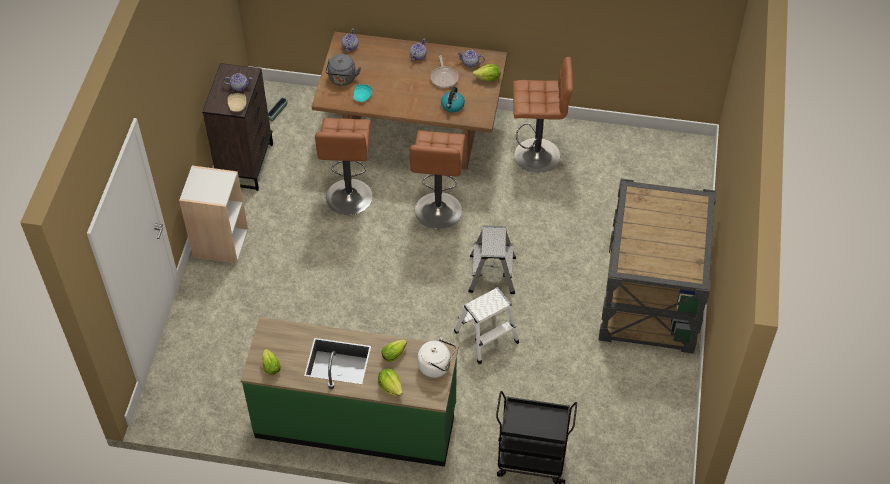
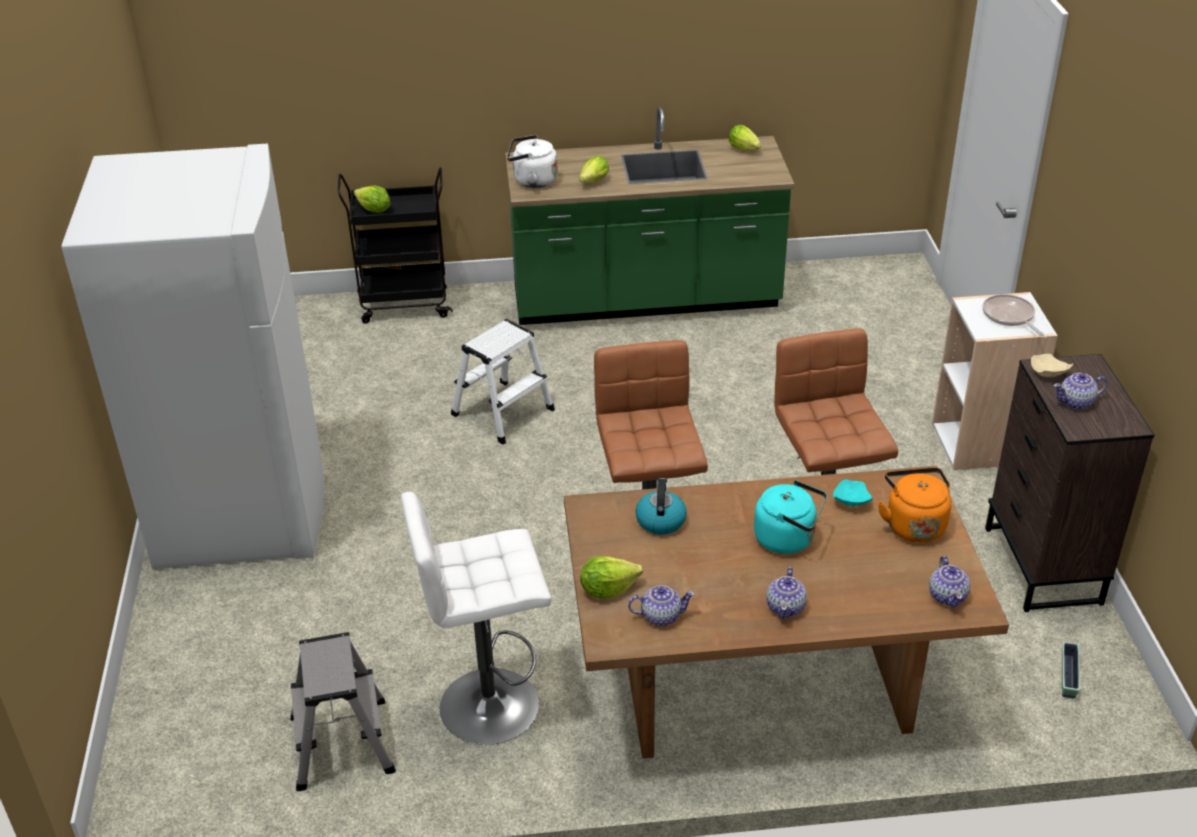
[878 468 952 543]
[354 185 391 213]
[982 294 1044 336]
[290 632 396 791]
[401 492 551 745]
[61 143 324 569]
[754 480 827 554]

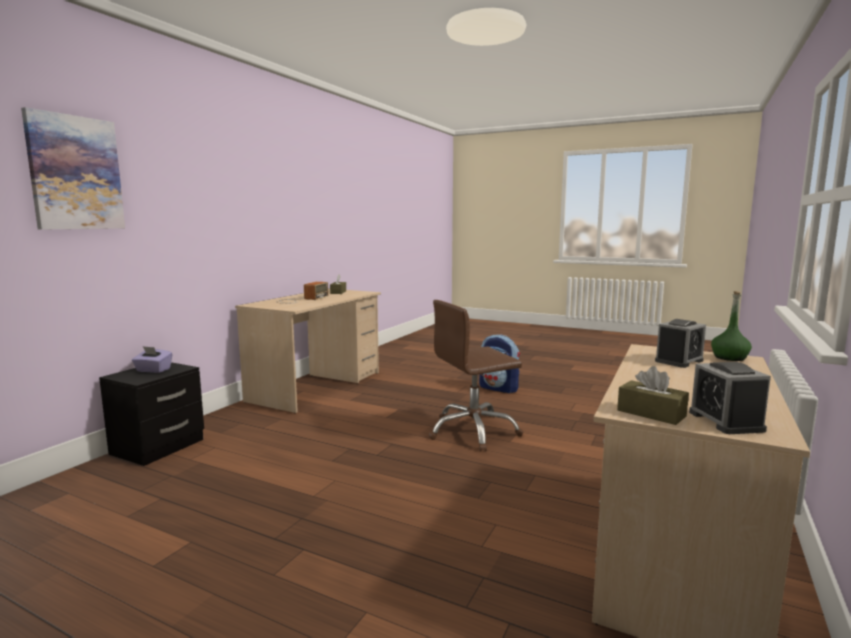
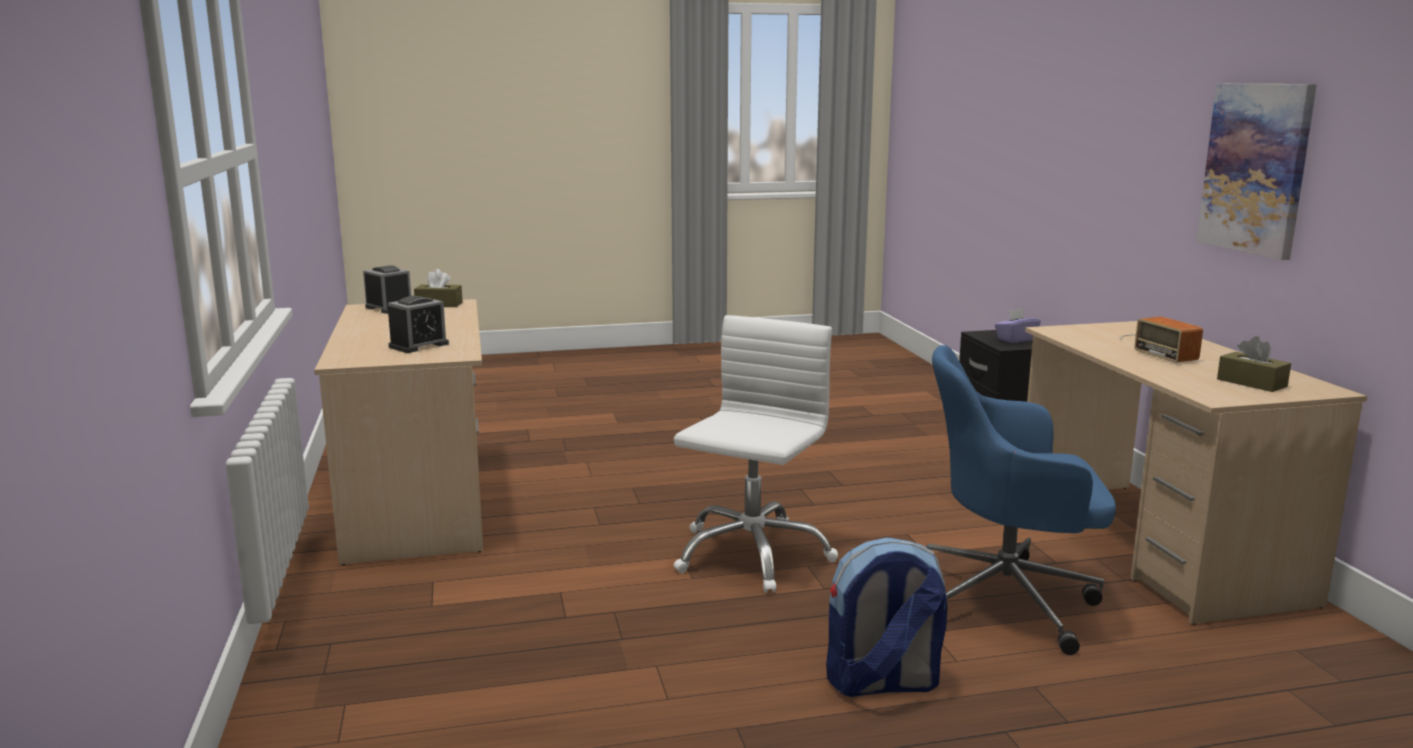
[1196 84 1317 260]
[674 315 838 593]
[388 296 449 353]
[711 291 752 361] (first image)
[926 345 1116 655]

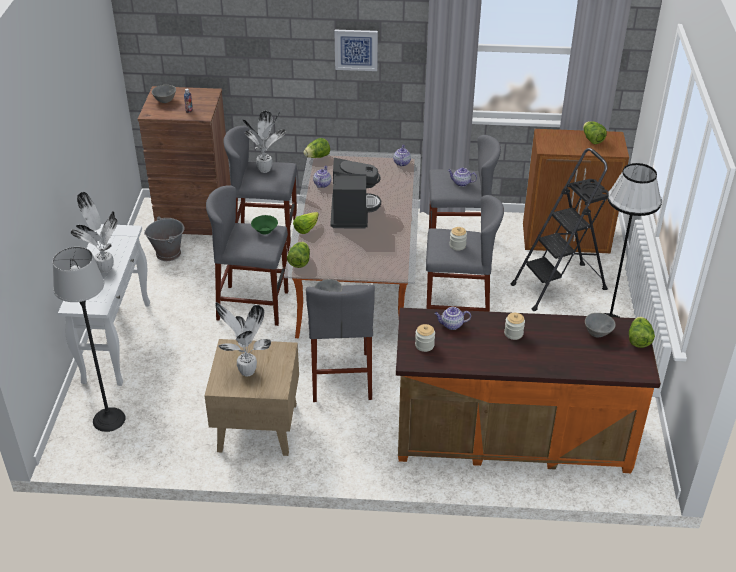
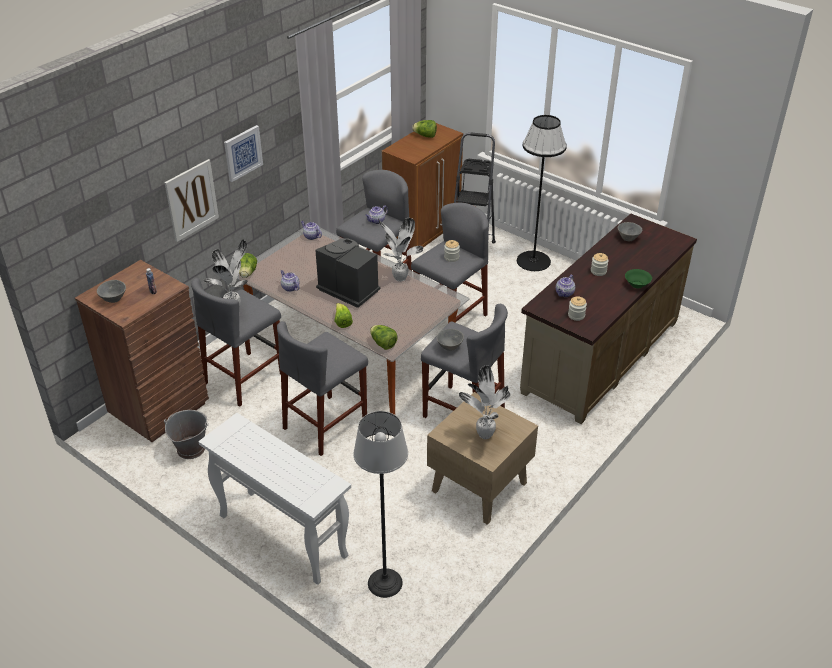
[378 218 423 282]
[625 269 652 288]
[520 214 697 424]
[629 317 655 348] (first image)
[164 159 219 242]

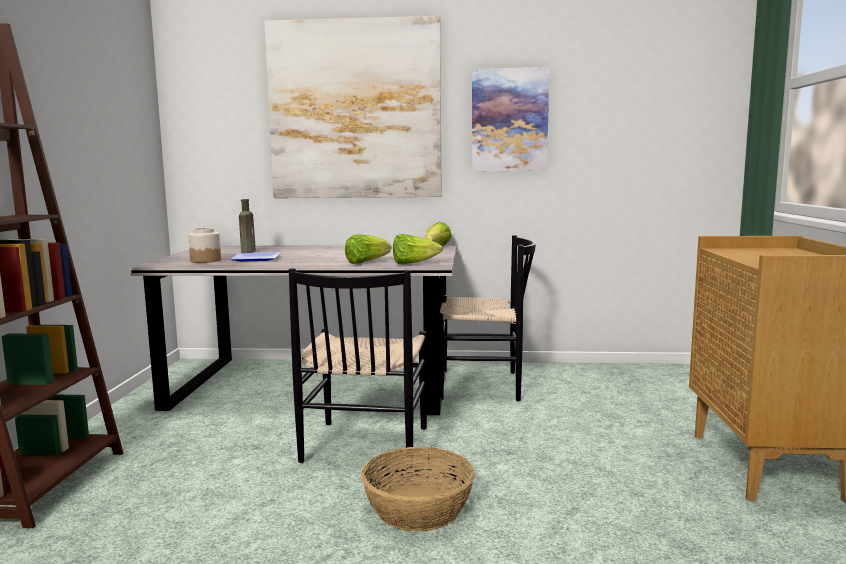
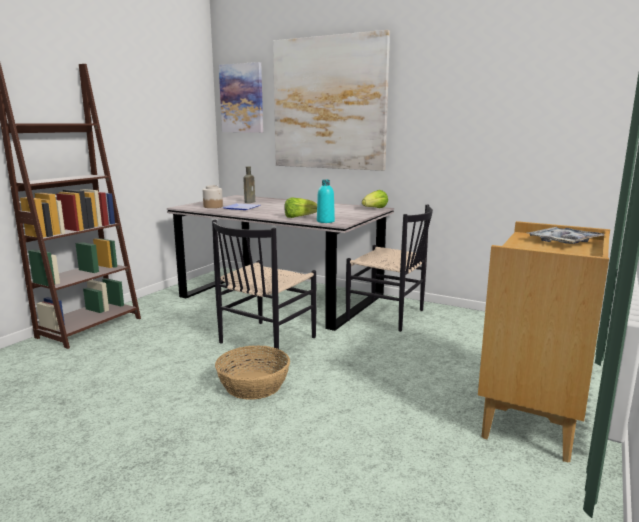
[317 180 335 223]
[219 62 263 133]
[528 227 604 244]

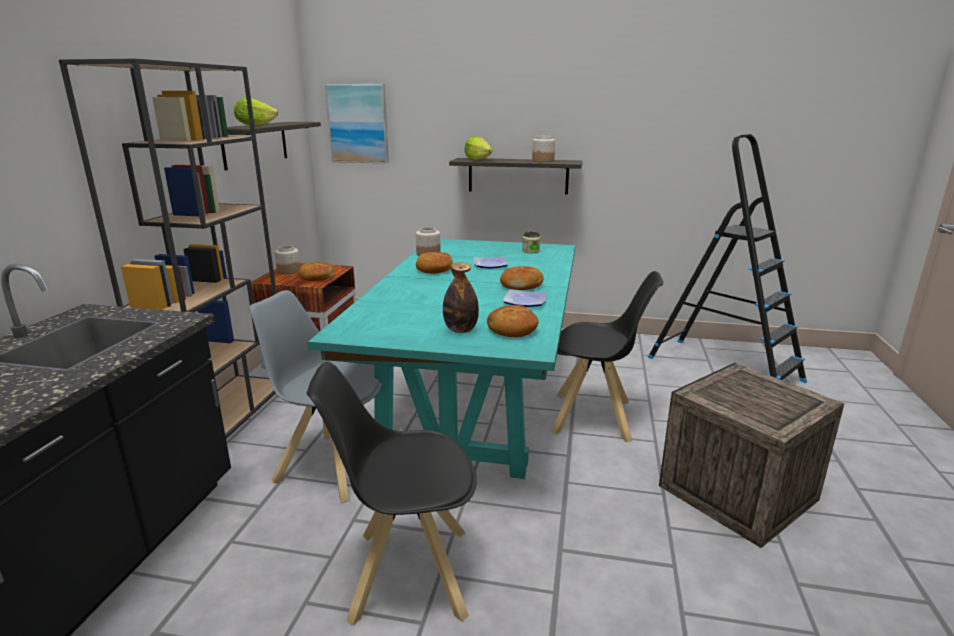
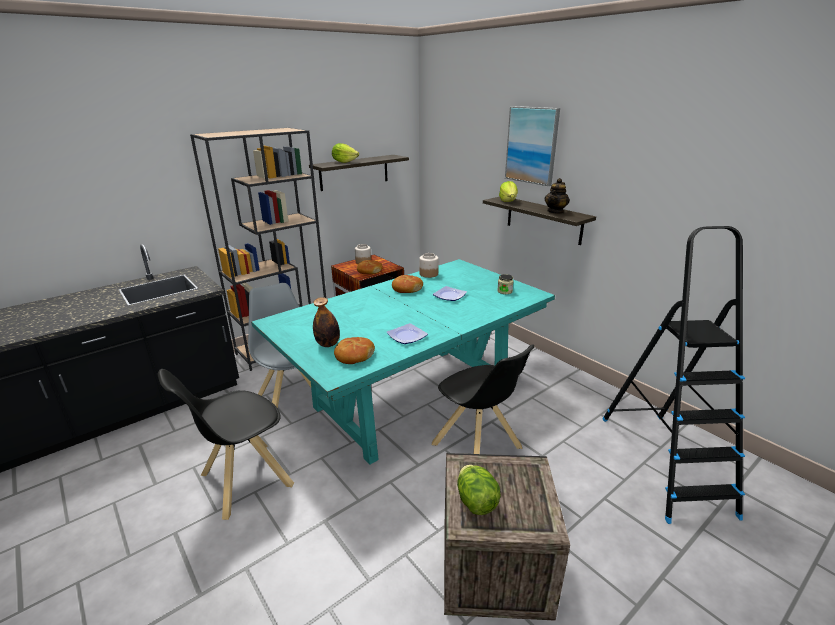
[158 369 294 520]
[505 106 560 186]
[500 266 544 290] (first image)
[545 178 570 214]
[457 465 501 515]

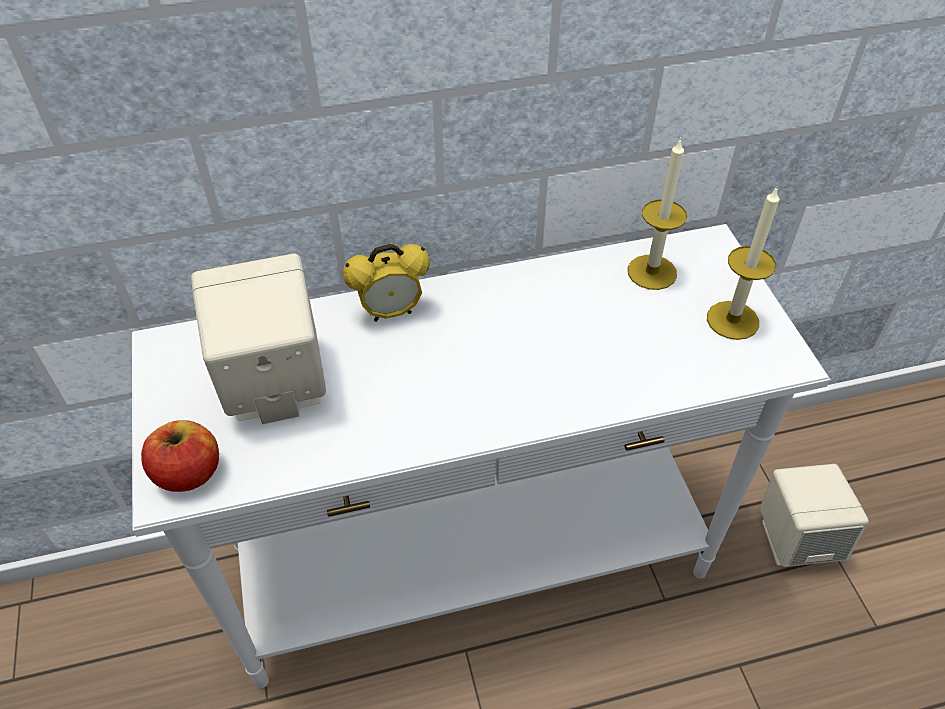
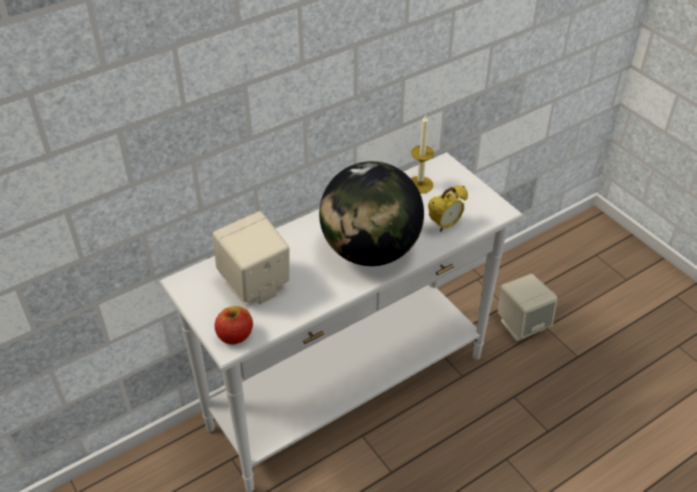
[428 186 468 232]
[707 186 779 340] (first image)
[319 161 424 266]

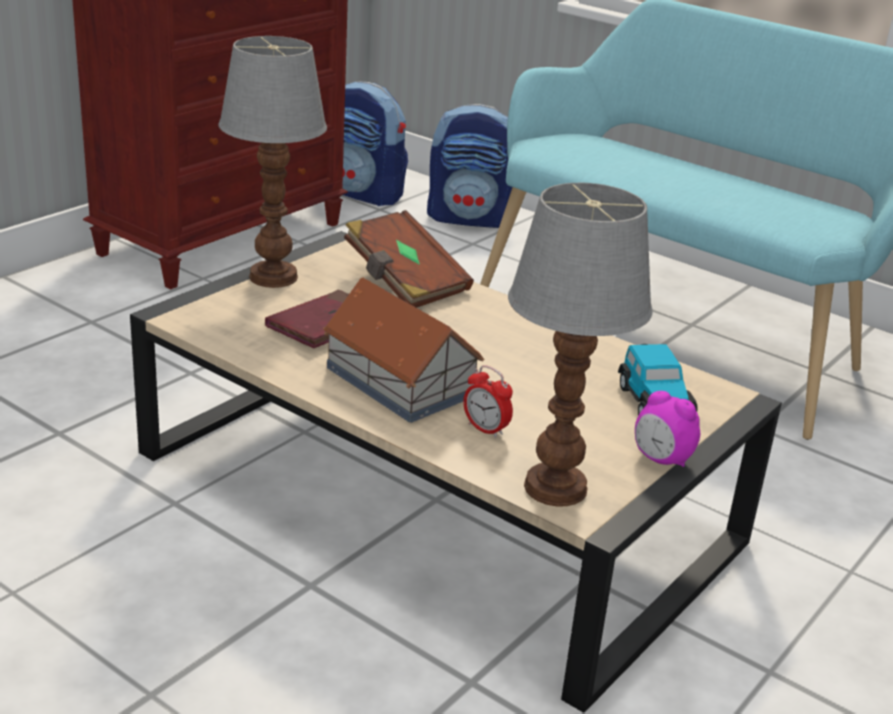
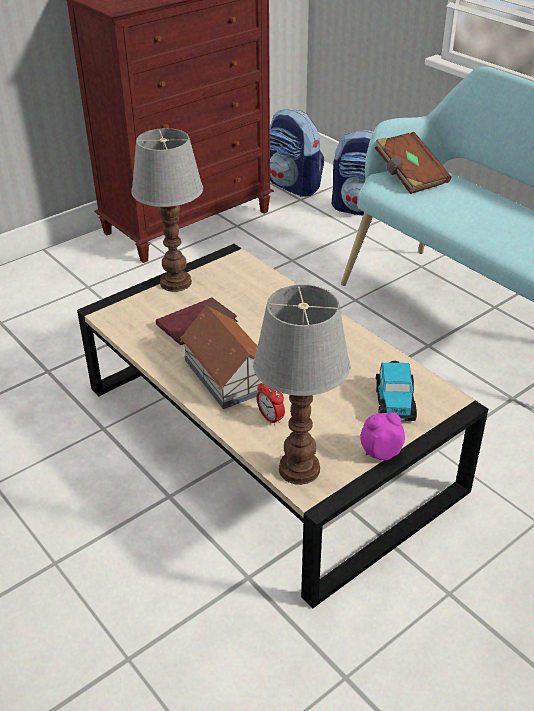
[375 132 451 194]
[360 413 405 461]

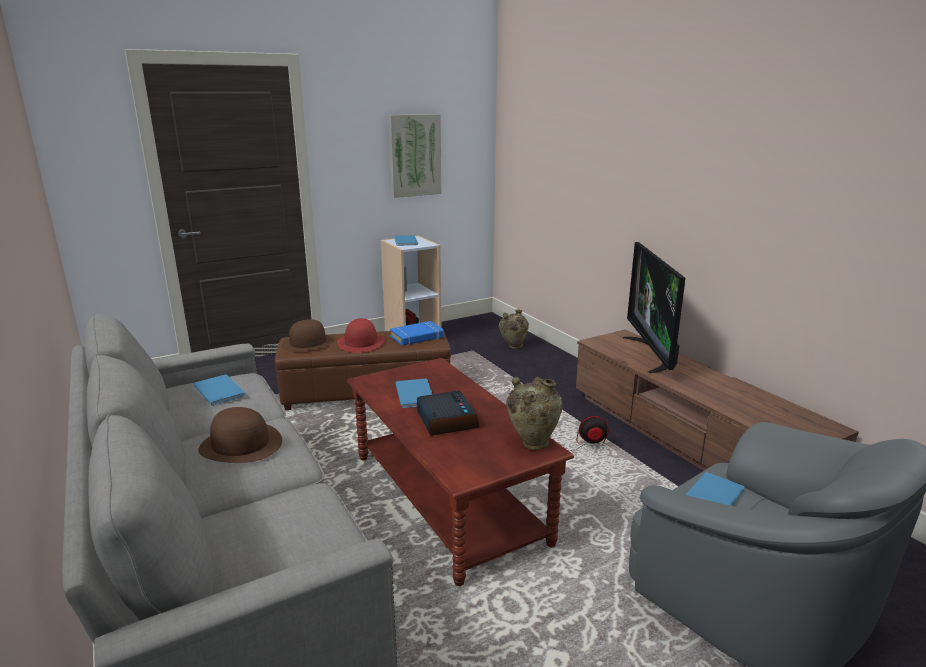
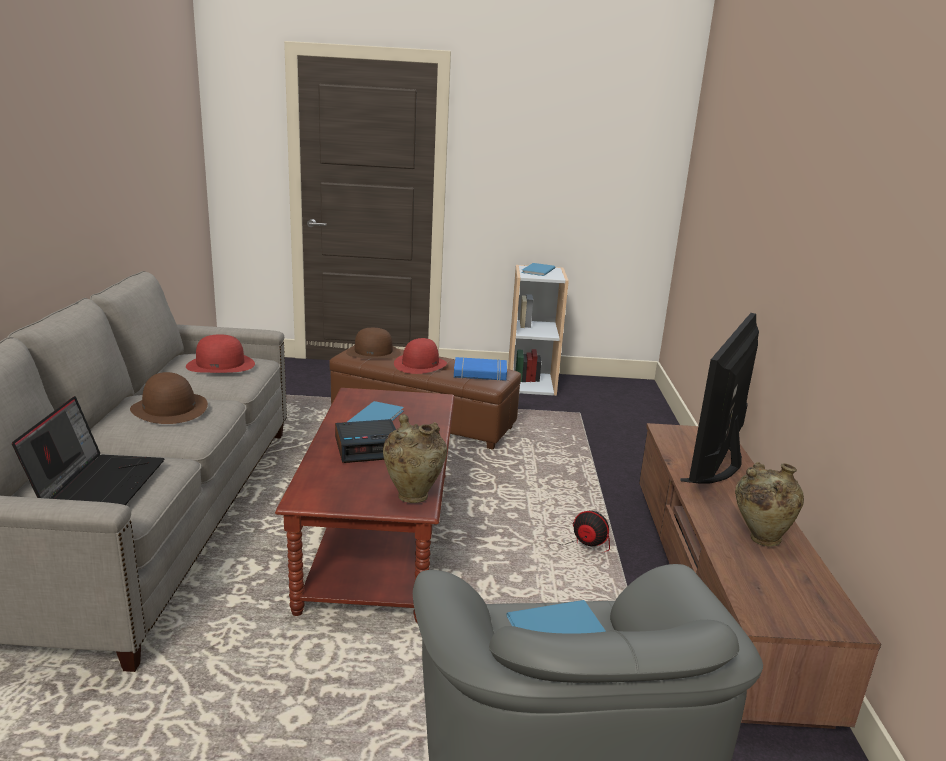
[186 334 255 373]
[389 114 441 198] (first image)
[335 419 396 463]
[735 462 804 547]
[12 396 164 505]

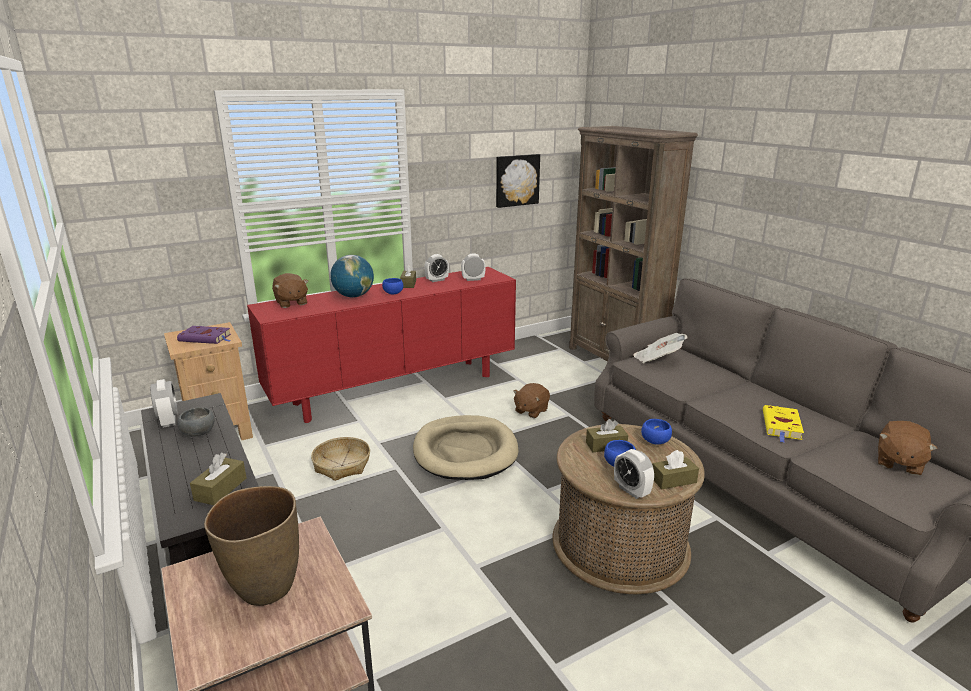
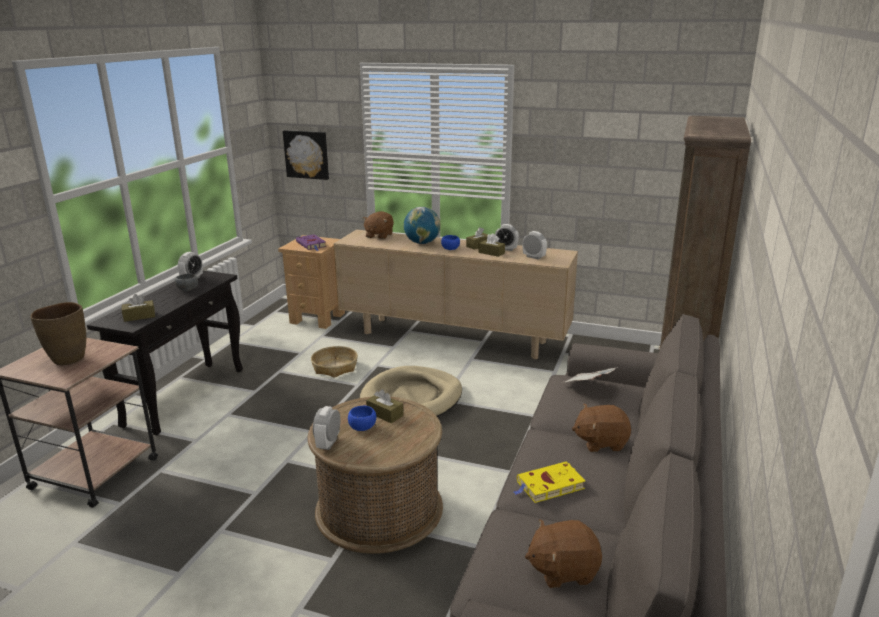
[334 230 578 359]
[283 130 329 180]
[572 404 631 452]
[641 419 672 444] (first image)
[478 233 505 257]

